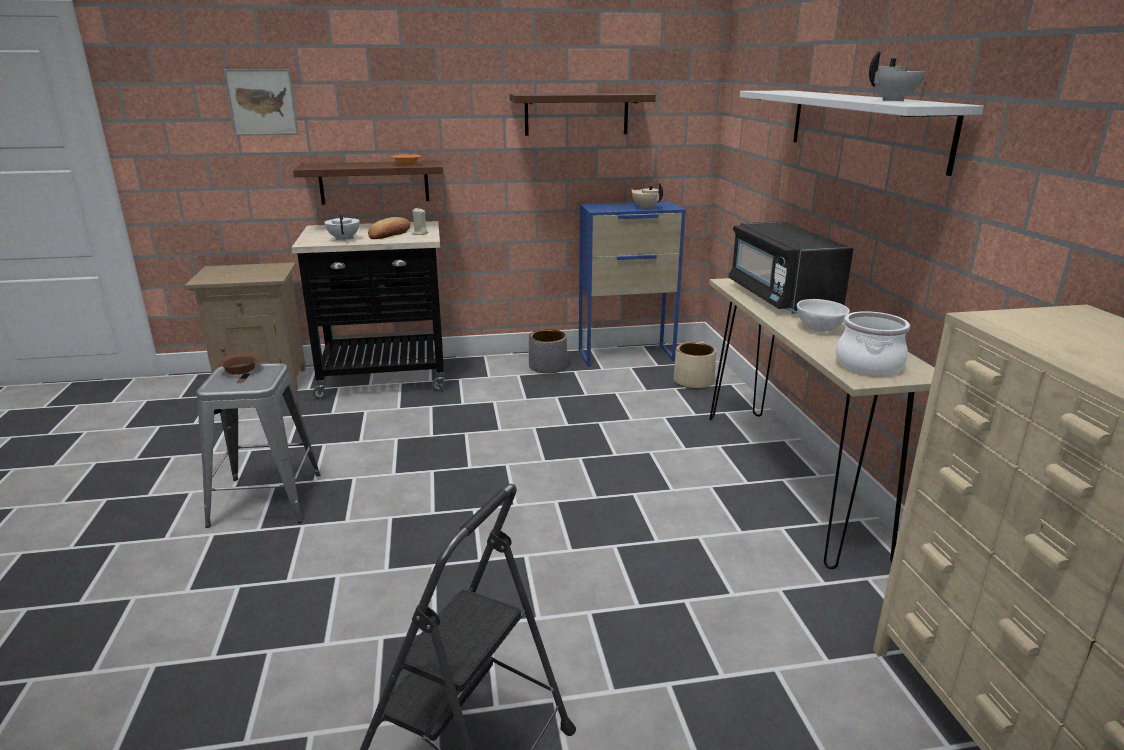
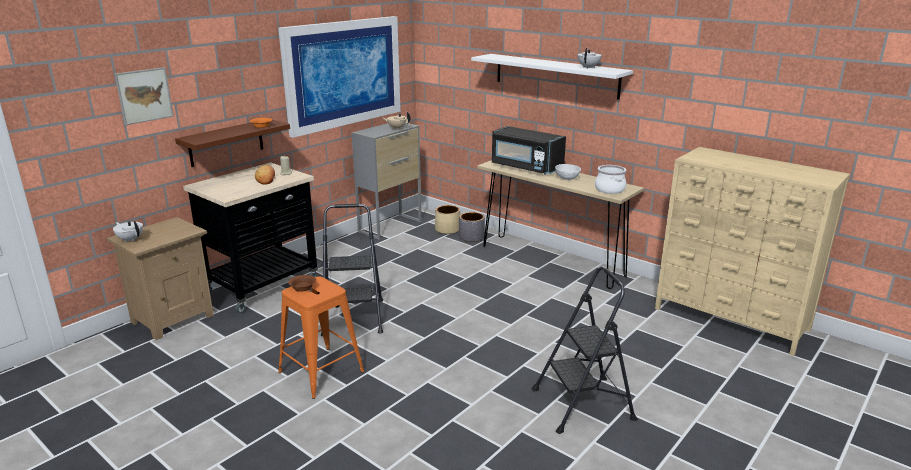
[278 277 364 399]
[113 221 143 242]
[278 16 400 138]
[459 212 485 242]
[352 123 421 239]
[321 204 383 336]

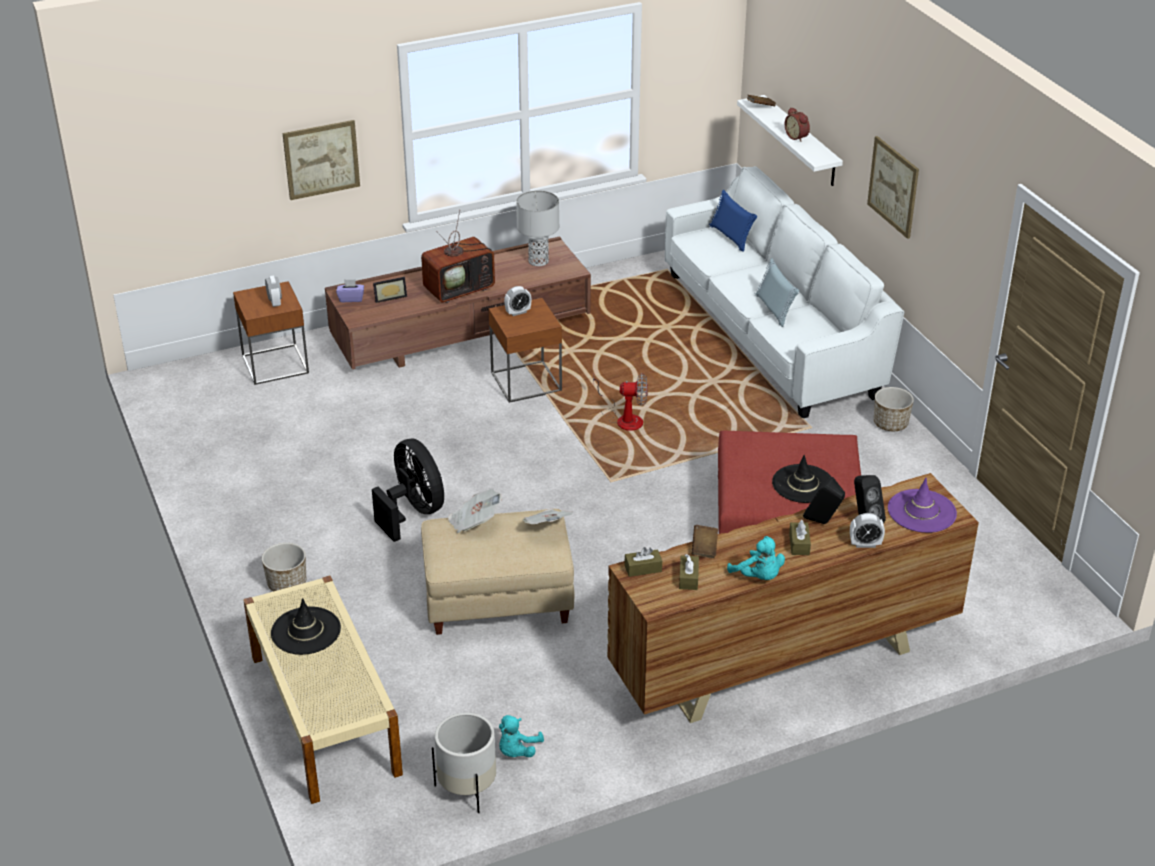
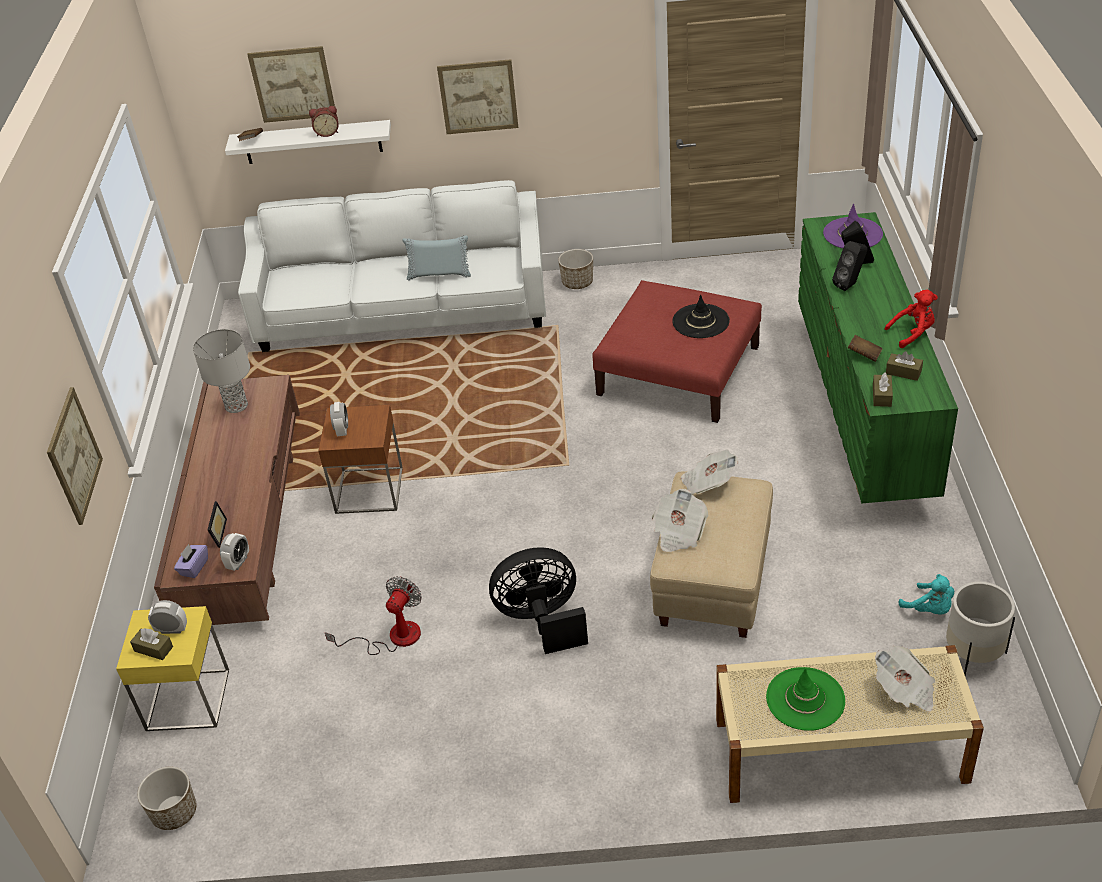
[116 606 229 731]
[137 767 196 830]
[766 667 845 731]
[421 210 496 303] (first image)
[325 576 422 655]
[798 212 958 503]
[709 190 757 252] (first image)
[885 290 938 348]
[130 628 173 660]
[220 533 249 571]
[247 46 335 123]
[875 646 935 711]

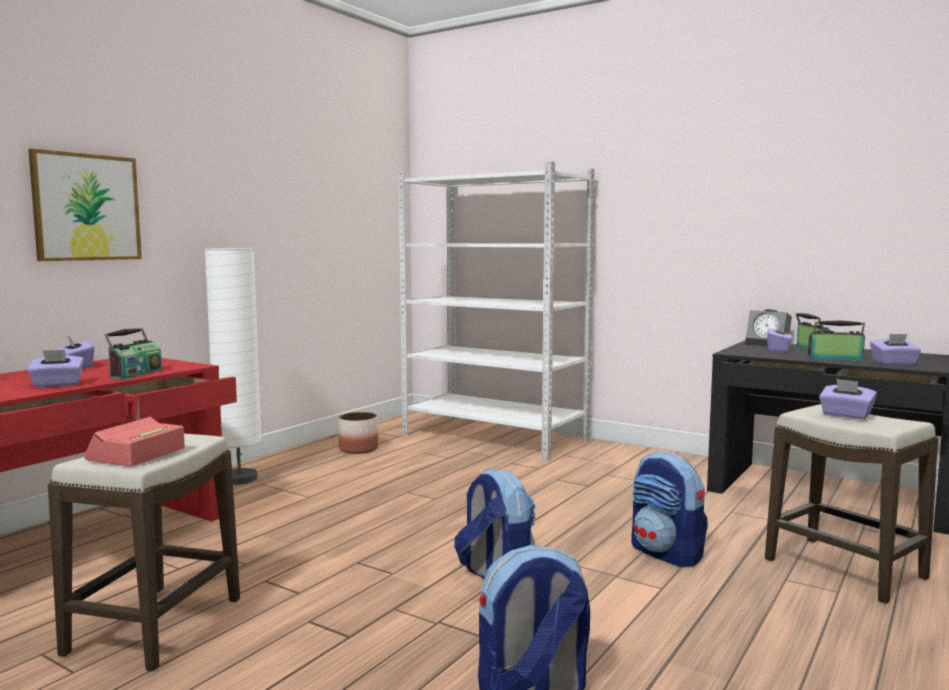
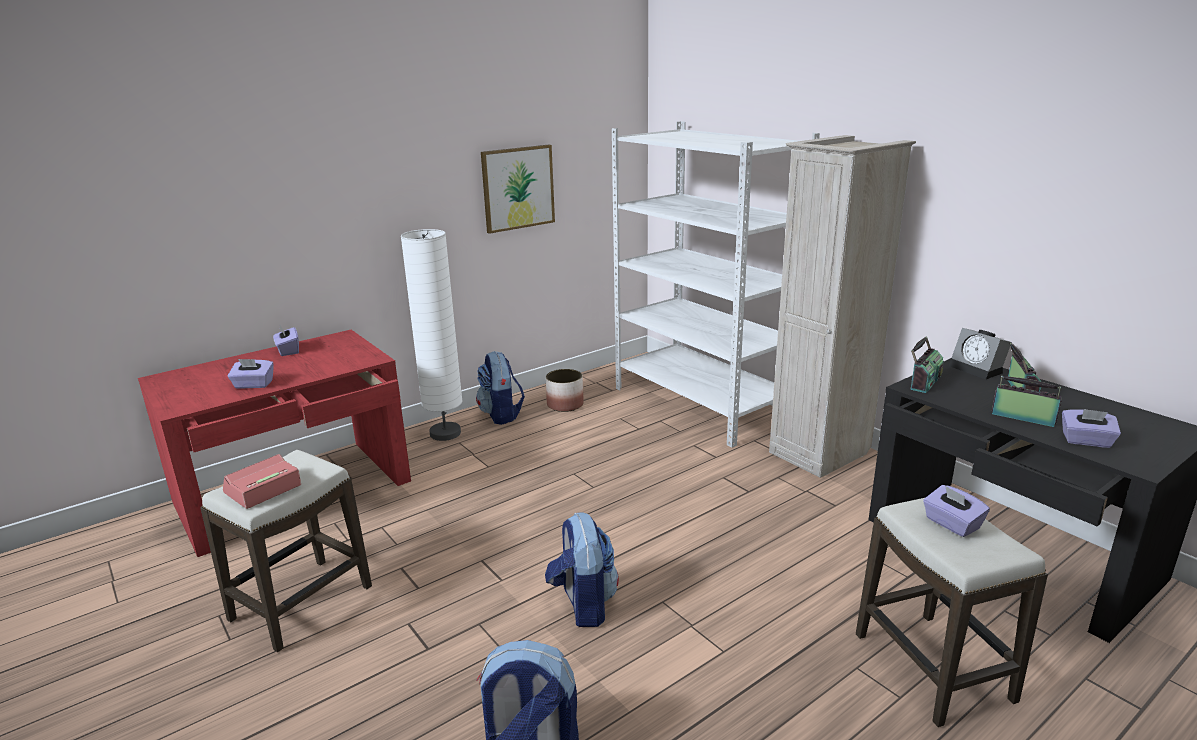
[481 144 555 234]
[911 336 944 393]
[476 351 525 425]
[767 323 792 352] (first image)
[769 135 916 478]

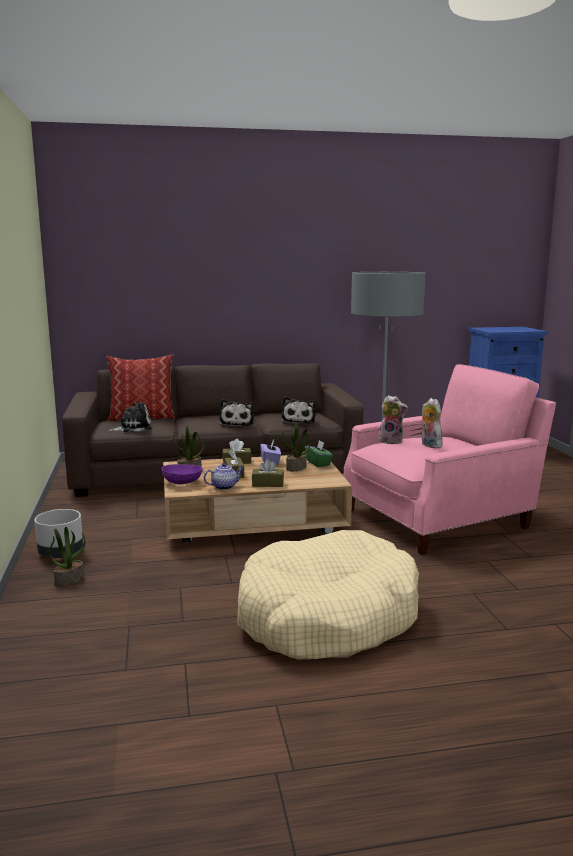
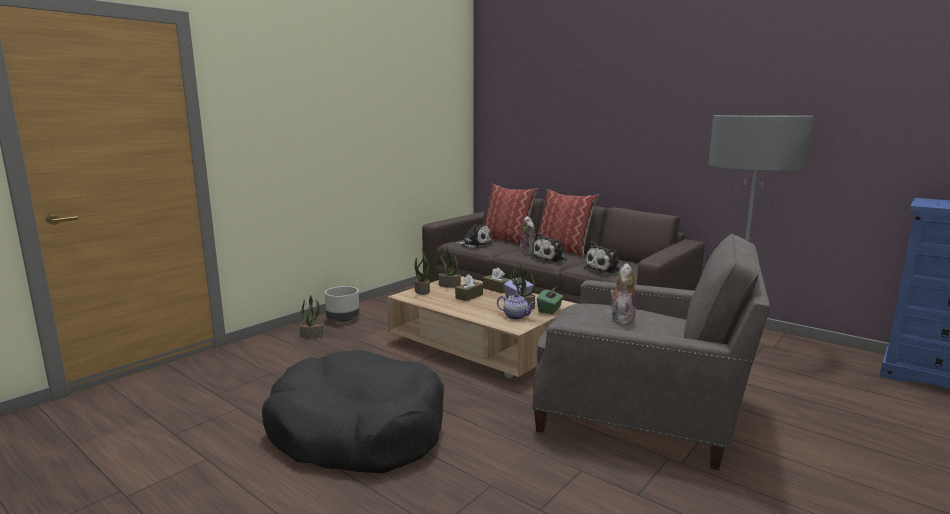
[414 250 433 295]
[497 293 536 320]
[262 350 444 473]
[252 459 284 487] (first image)
[532 234 771 470]
[519 216 536 255]
[538 189 599 257]

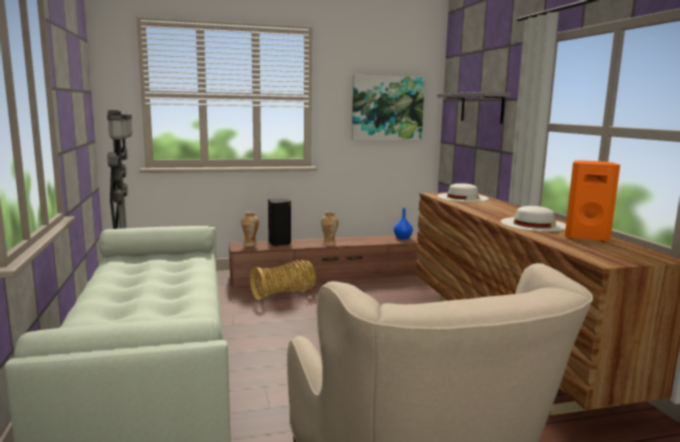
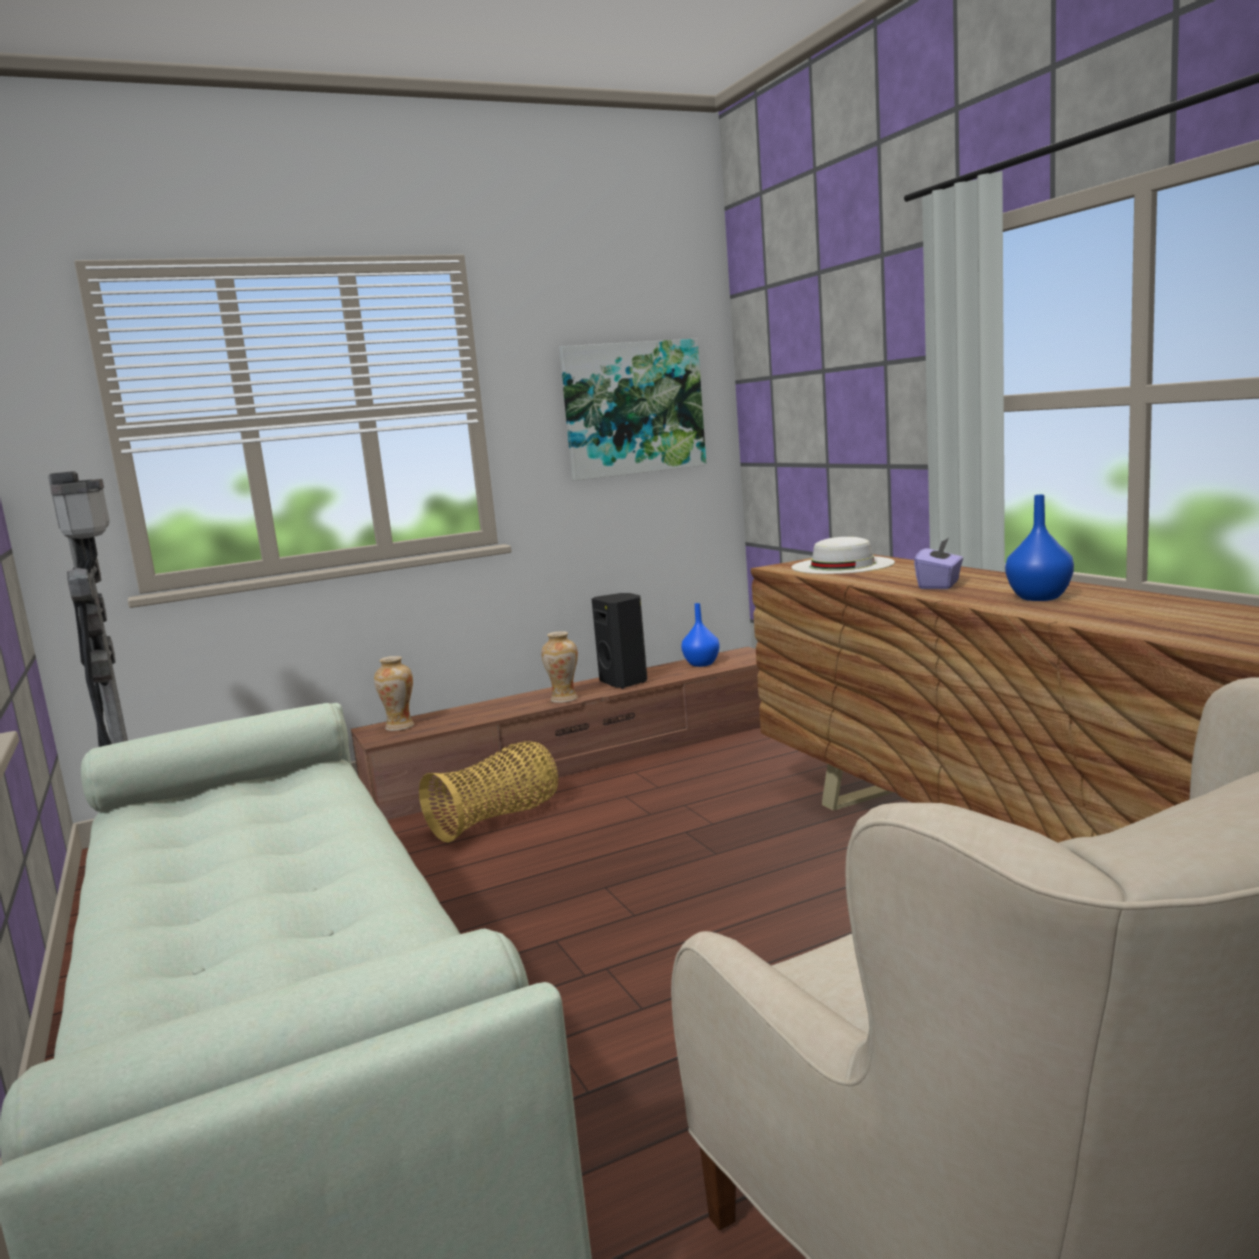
[592 593 647 689]
[437 92 511 124] (first image)
[1005 494 1074 601]
[565 161 620 242] (first image)
[914 538 963 589]

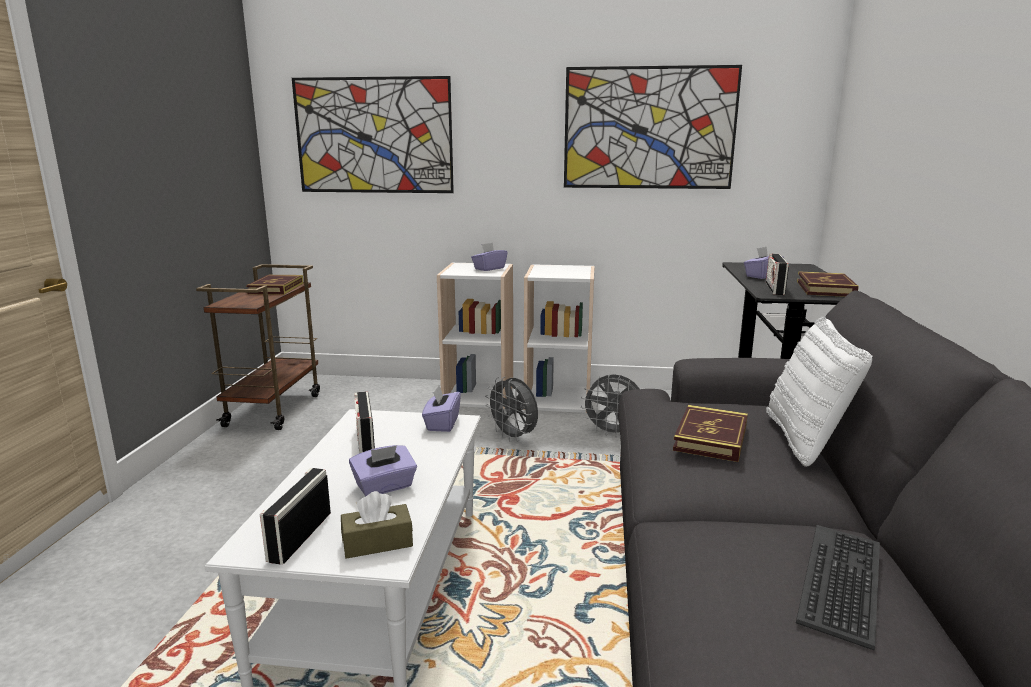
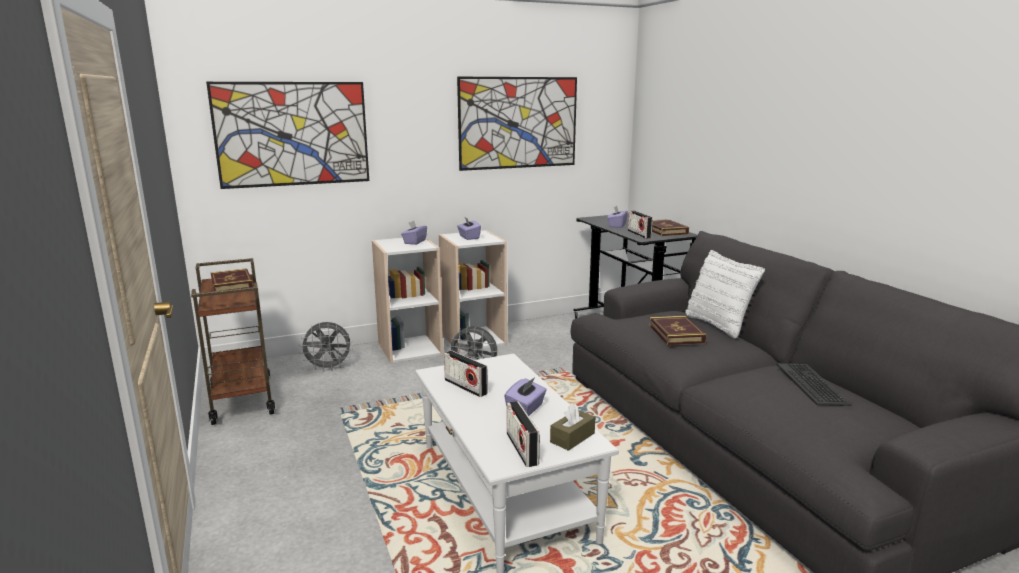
[457 218 481 240]
[299 322 353 371]

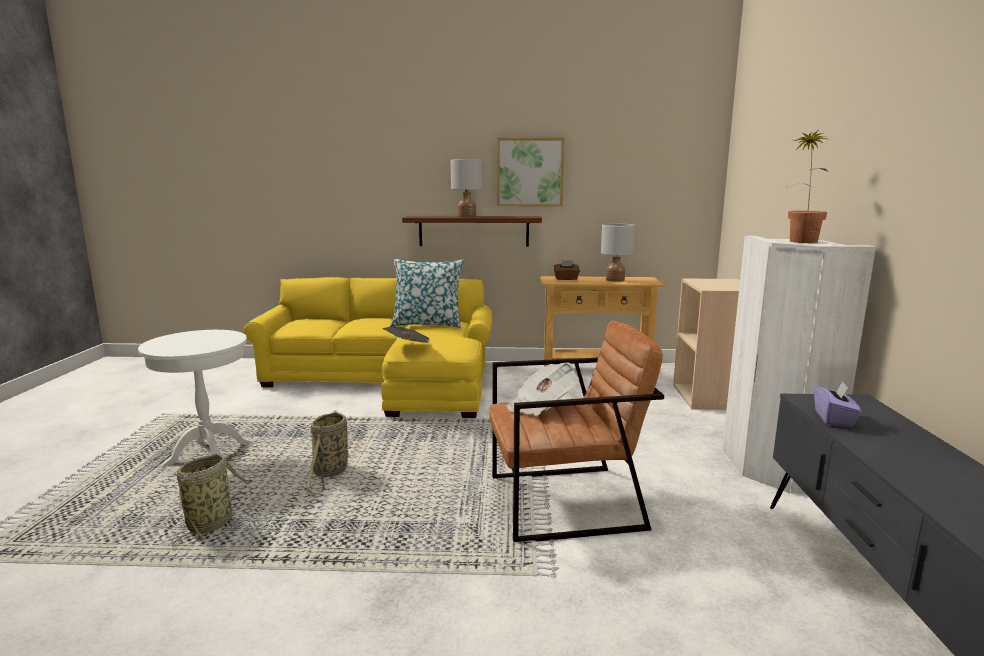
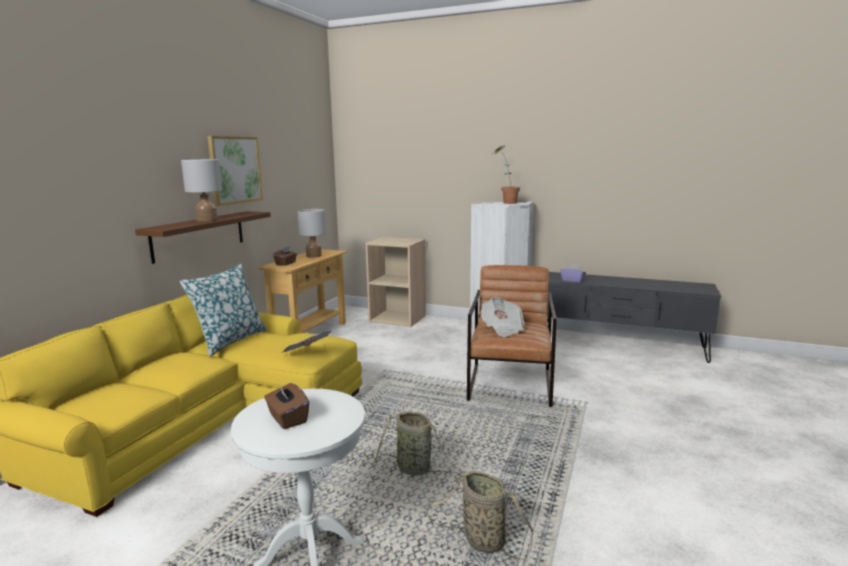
[264 383 309 429]

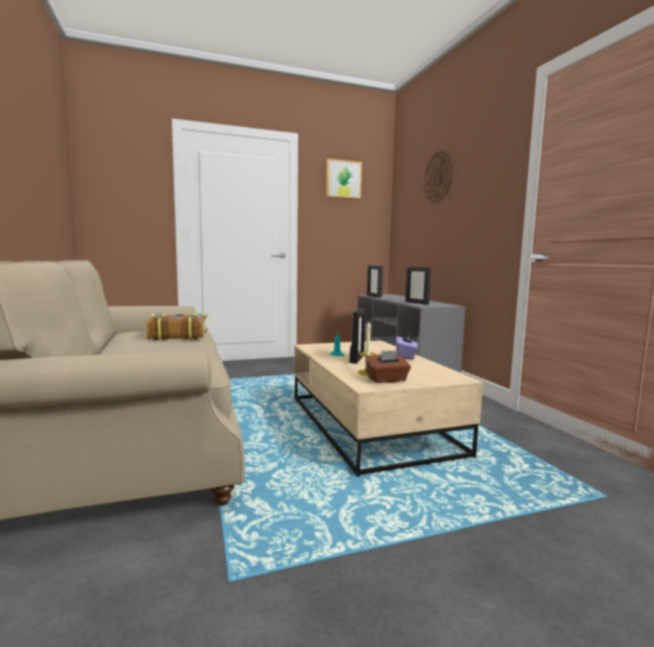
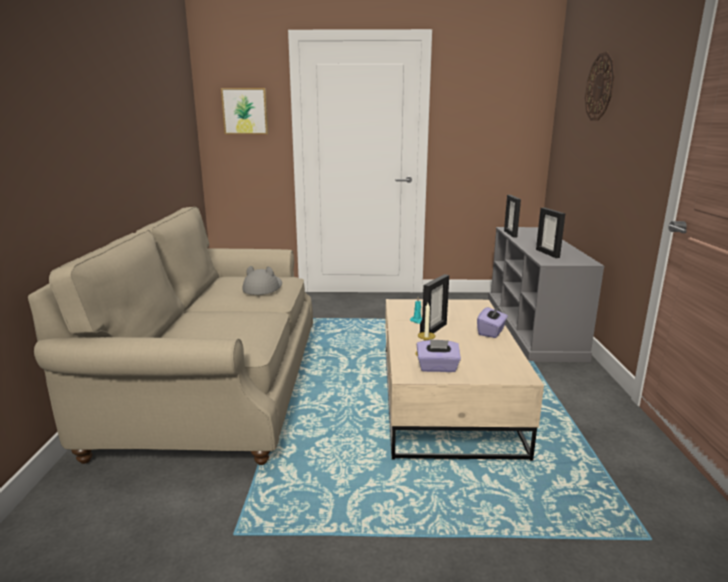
[242 266 282 295]
[221 88 269 134]
[417 339 461 372]

